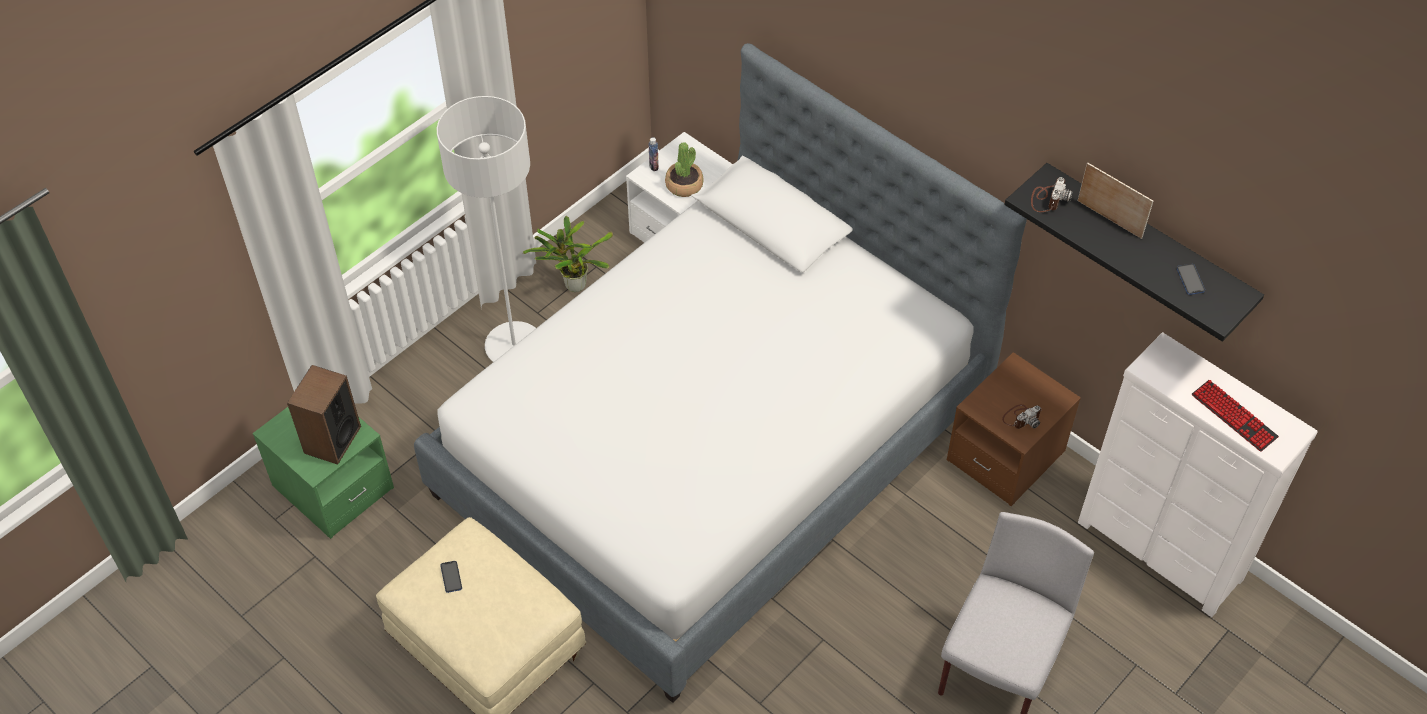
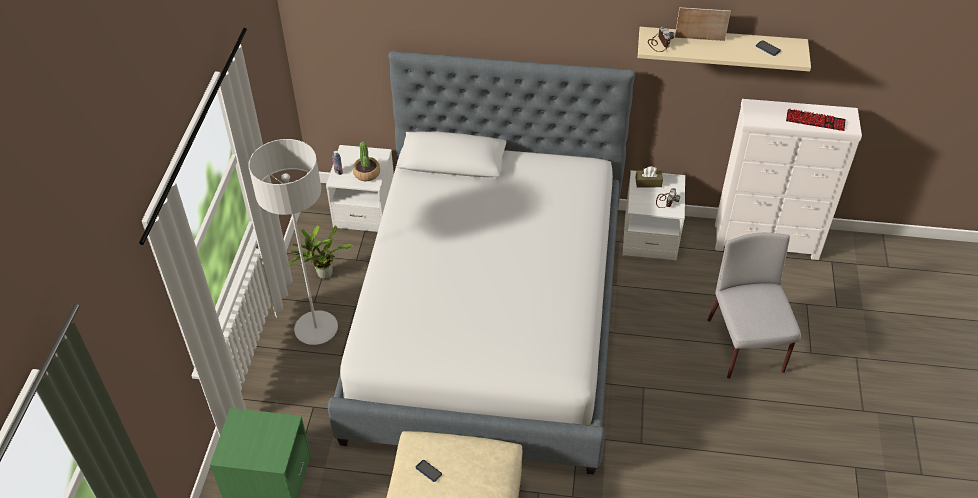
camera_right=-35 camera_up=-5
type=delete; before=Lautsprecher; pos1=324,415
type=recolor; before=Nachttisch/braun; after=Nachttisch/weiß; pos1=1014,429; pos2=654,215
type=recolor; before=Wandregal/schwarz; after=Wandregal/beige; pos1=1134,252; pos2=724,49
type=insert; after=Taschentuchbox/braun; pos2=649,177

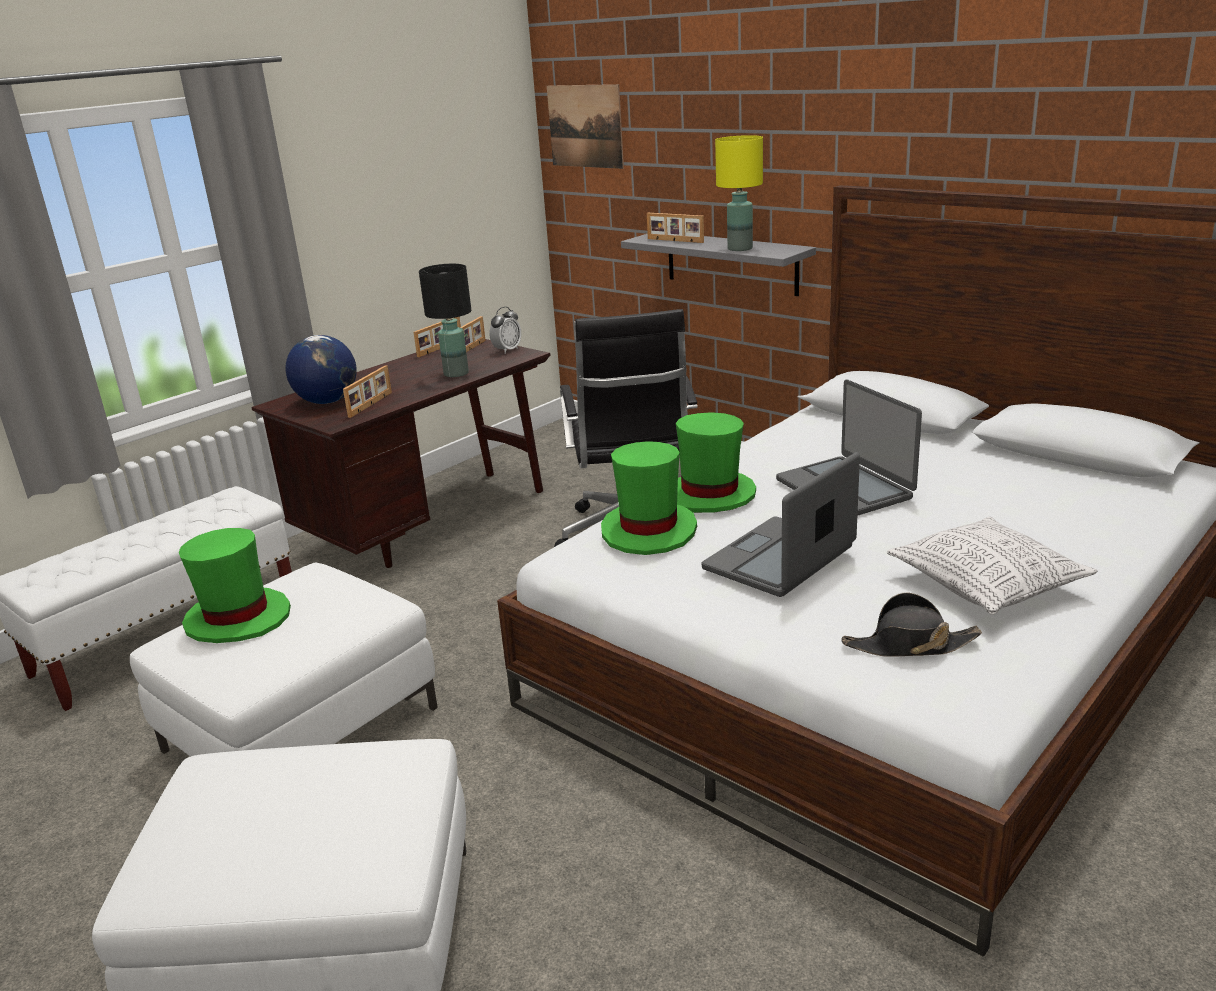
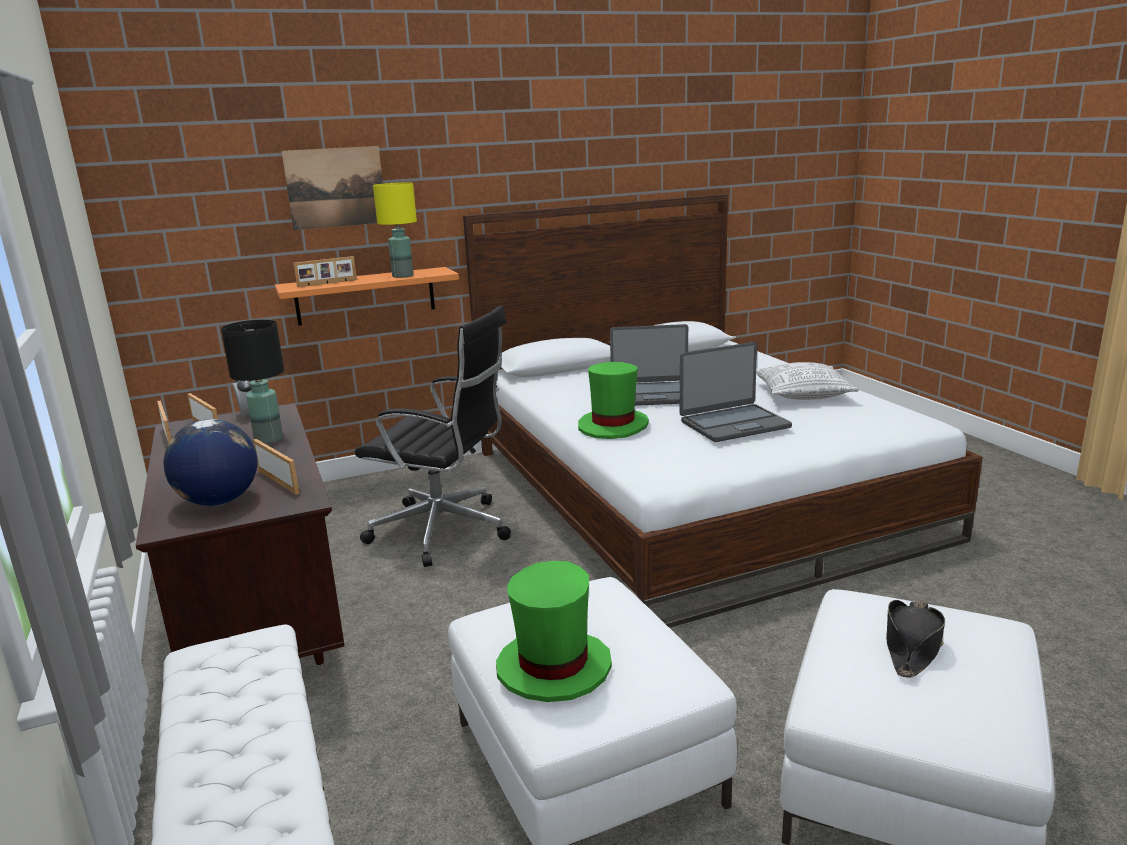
camera_right=-65 camera_up=-5
type=move; before=Bild; pos1=585,126; pos2=332,188
type=delete; before=Hut/grün; pos1=649,498
type=recolor; before=Wandregal/grau; after=Wandregal/orange; pos1=718,265; pos2=367,296
type=rotate; before=Laptop; pos1=781,524; pos2=736,392; turn=-90
type=move; before=Hut/schwarz; pos1=911,624; pos2=915,639

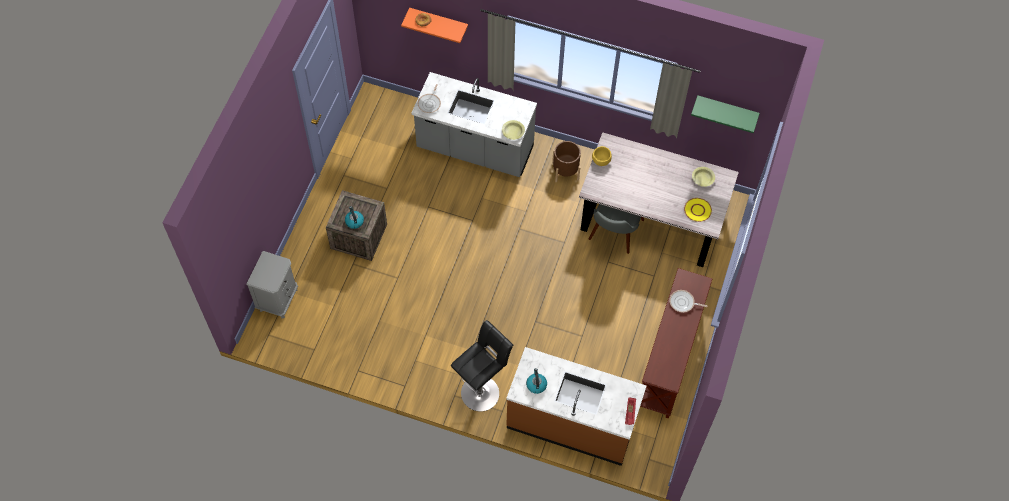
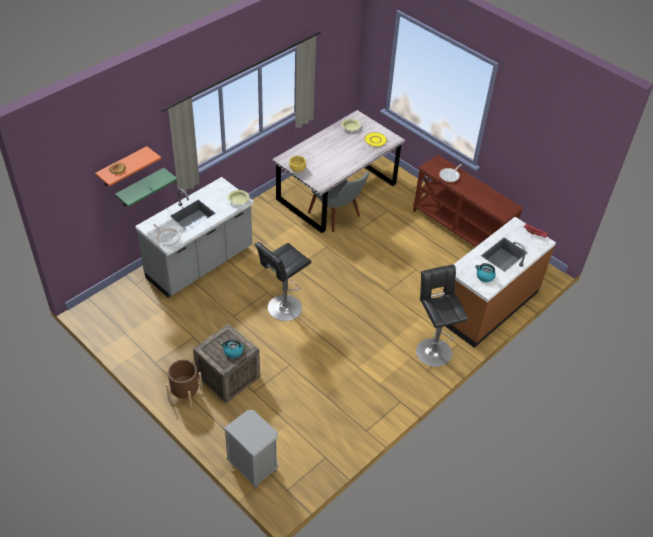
camera_right=-65 camera_up=-15
type=move; before=Pflanzkübel/braun; pos1=566,161; pos2=184,383
type=move; before=Wandregal/grün; pos1=725,114; pos2=146,187
type=insert; after=Hocker/schwarz; pos2=282,281

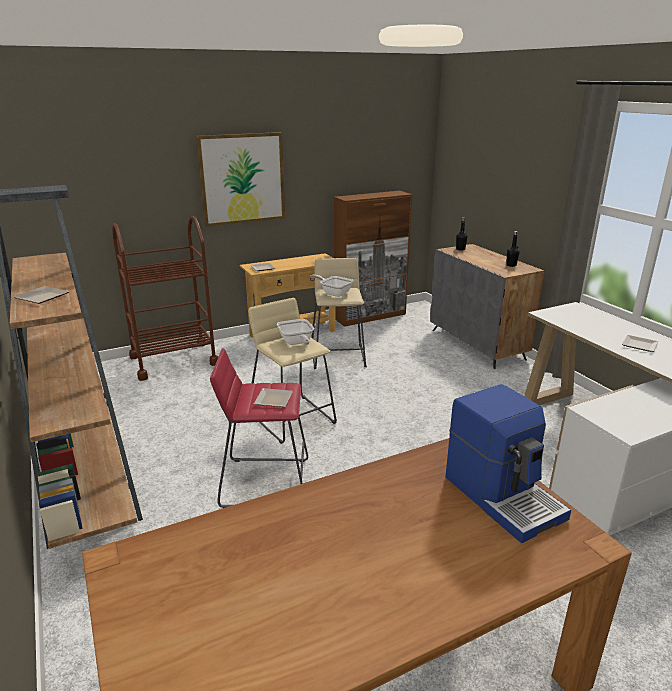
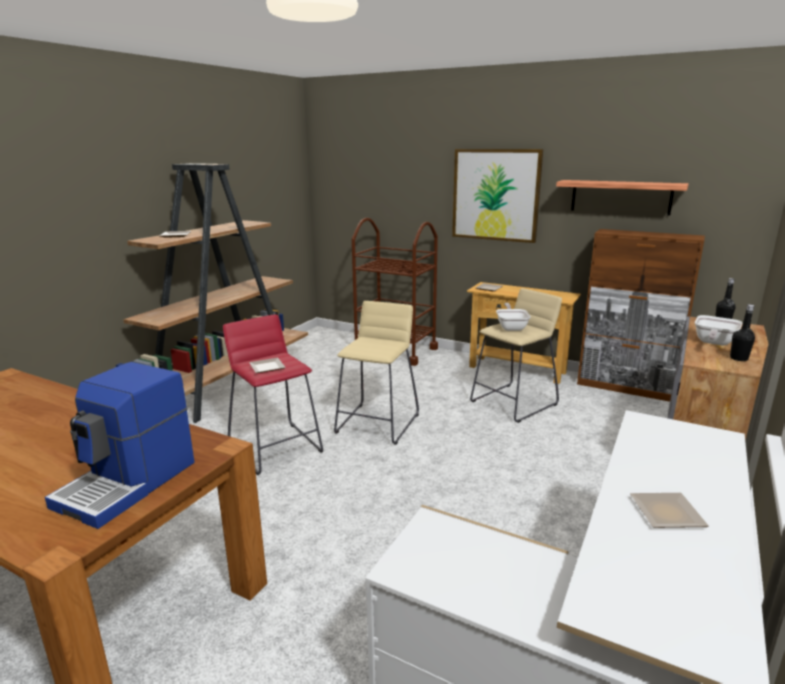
camera_right=55 camera_up=-5
type=move; before=Pfanne; pos1=295,332; pos2=718,330
type=insert; after=Wandregal; pos2=622,198

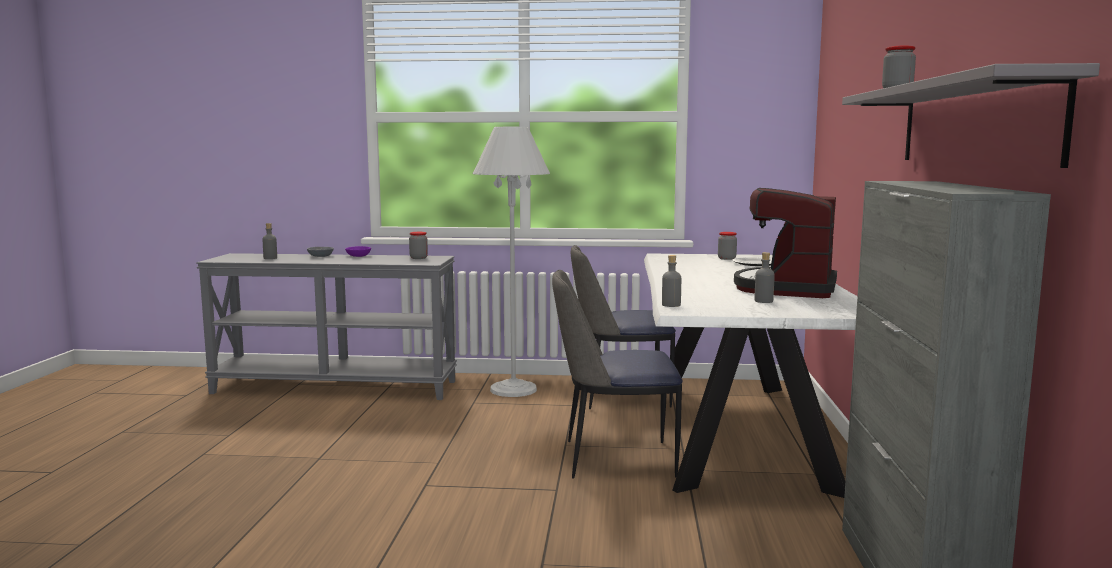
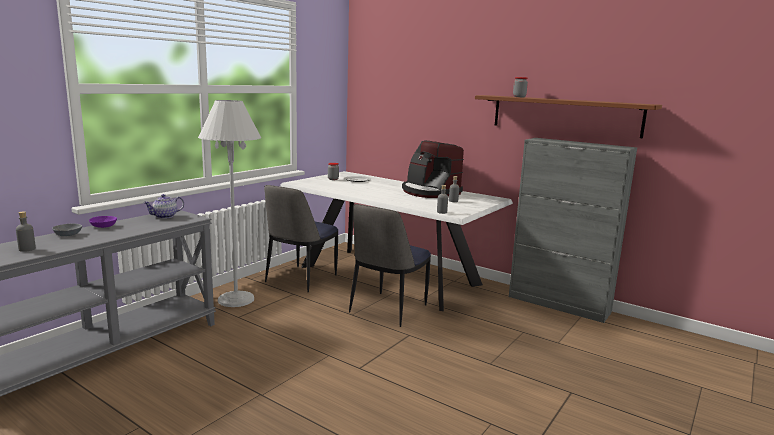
camera_right=-60 camera_up=5
type=replace; before=Vorratsglas; after=Teekanne; pos1=418,245; pos2=163,206
type=recolor; before=Wandregal/grau; after=Wandregal/braun; pos1=971,115; pos2=568,116

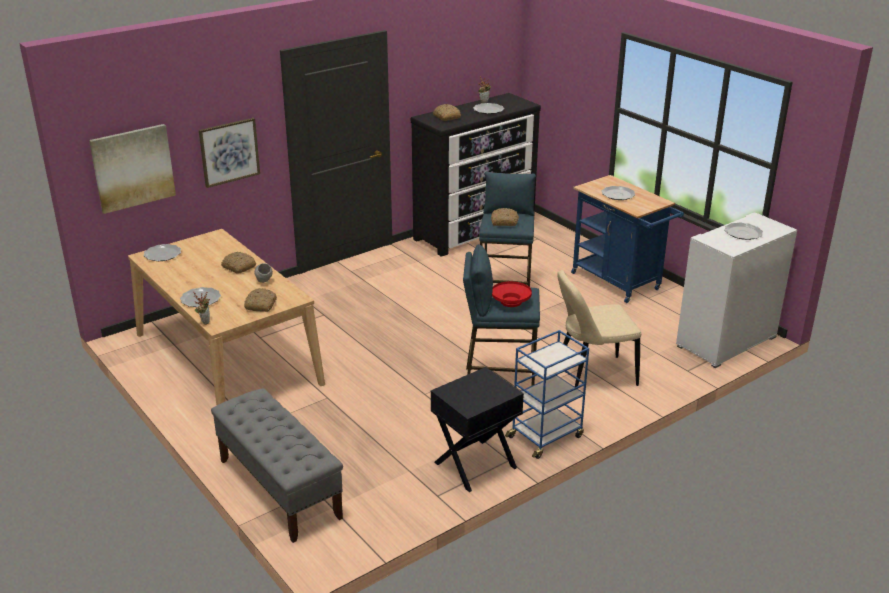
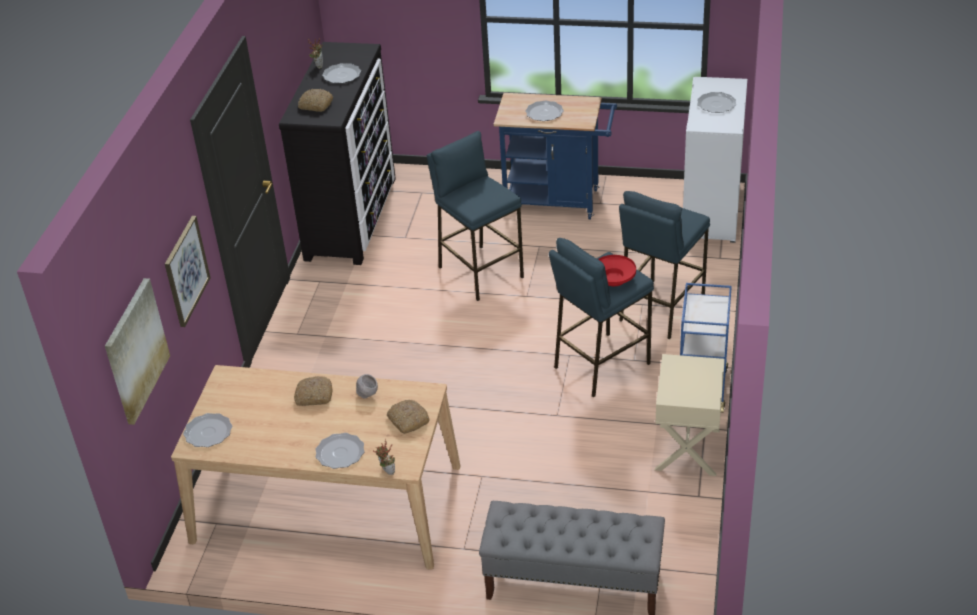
camera_right=-40 camera_up=10
type=recolor; before=Nachttisch/schwarz; after=Nachttisch/beige; pos1=477,429; pos2=690,415
type=delete; before=Brot; pos1=505,217
type=replace; before=Stuhl/beige; after=Hocker/blau; pos1=599,328; pos2=664,265

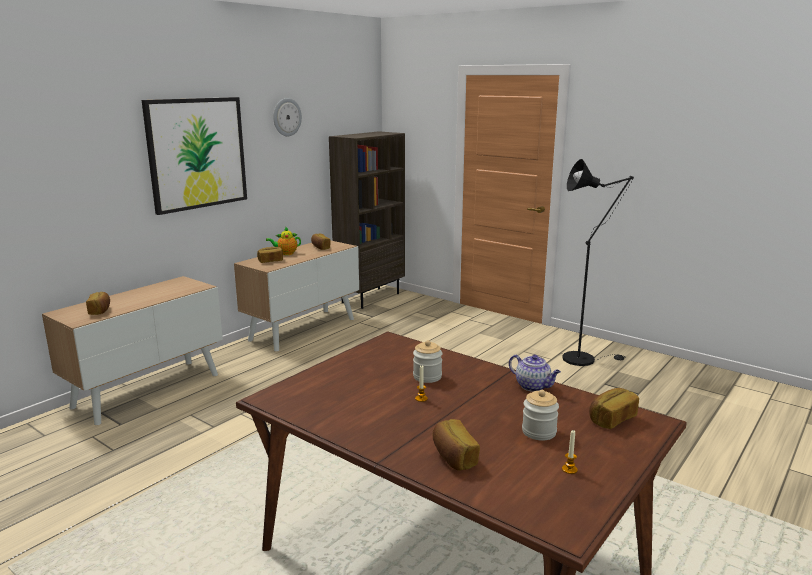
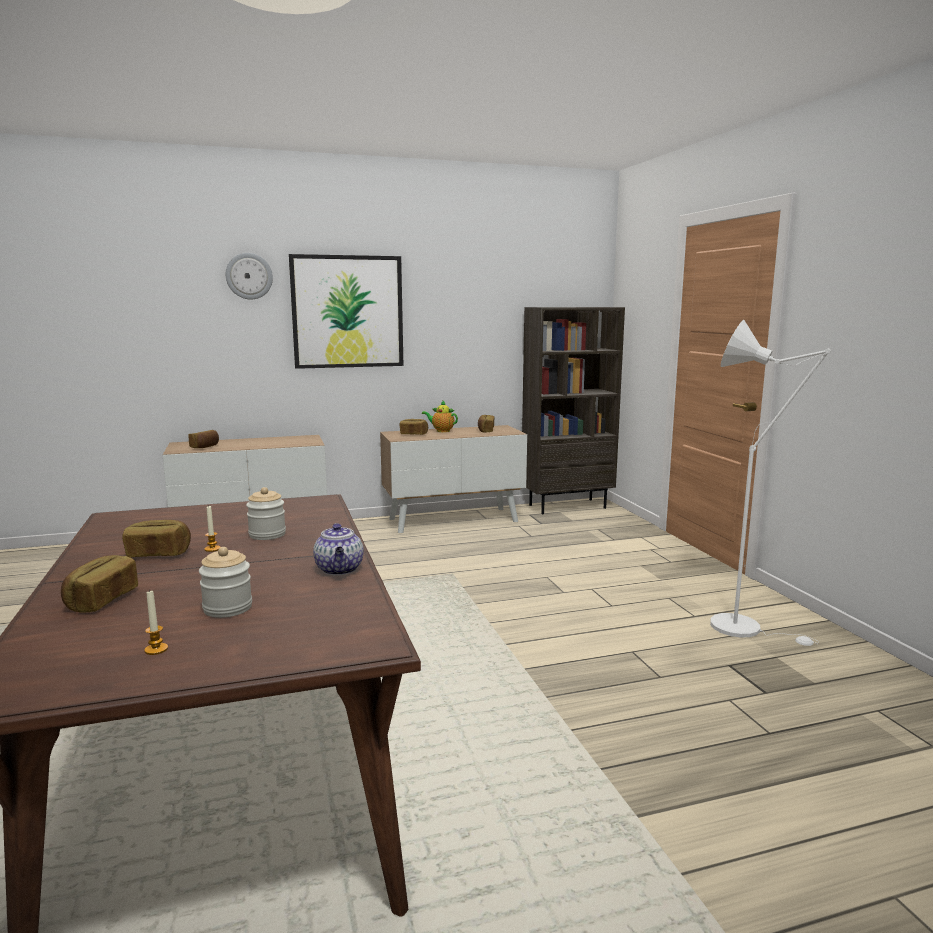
camera_right=35 camera_up=-5
type=move; before=Wanduhr; pos1=287,117; pos2=249,276
type=recolor; before=Stehlampe/schwarz; after=Stehlampe/weiß; pos1=598,262; pos2=770,483
type=move; before=Brot; pos1=614,408; pos2=156,539

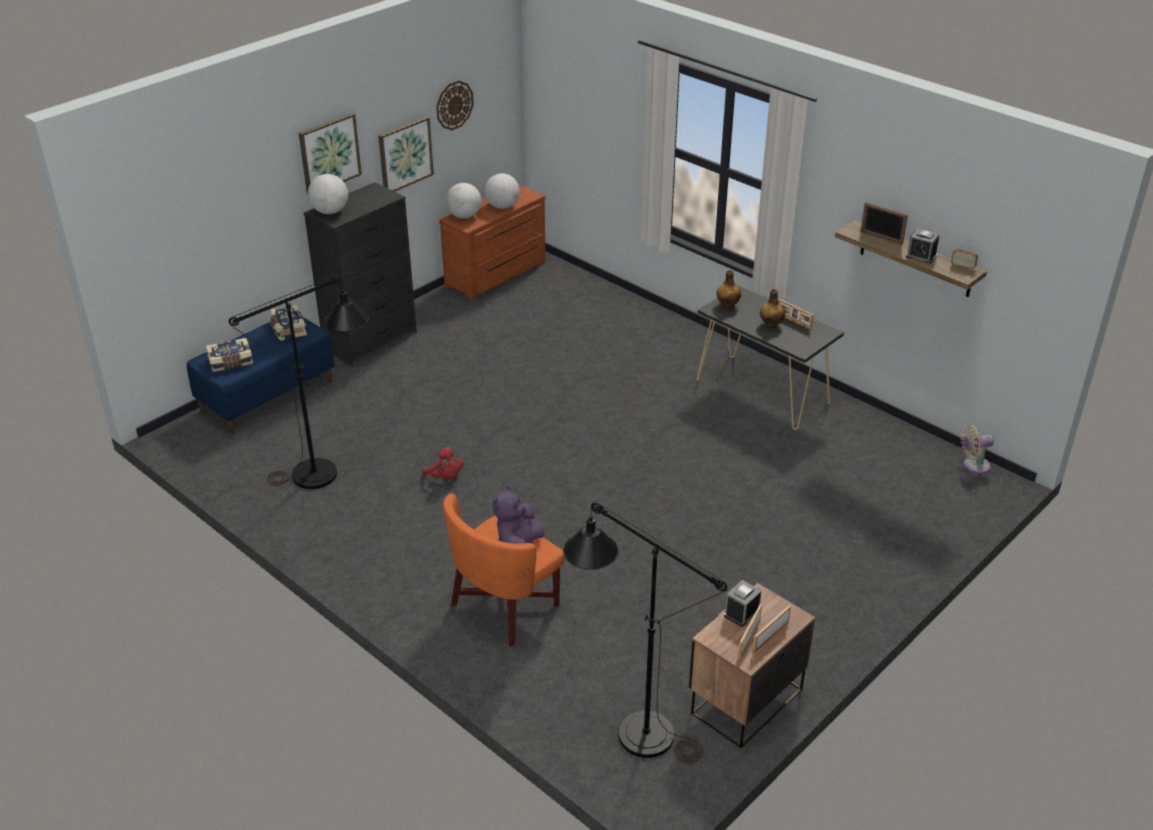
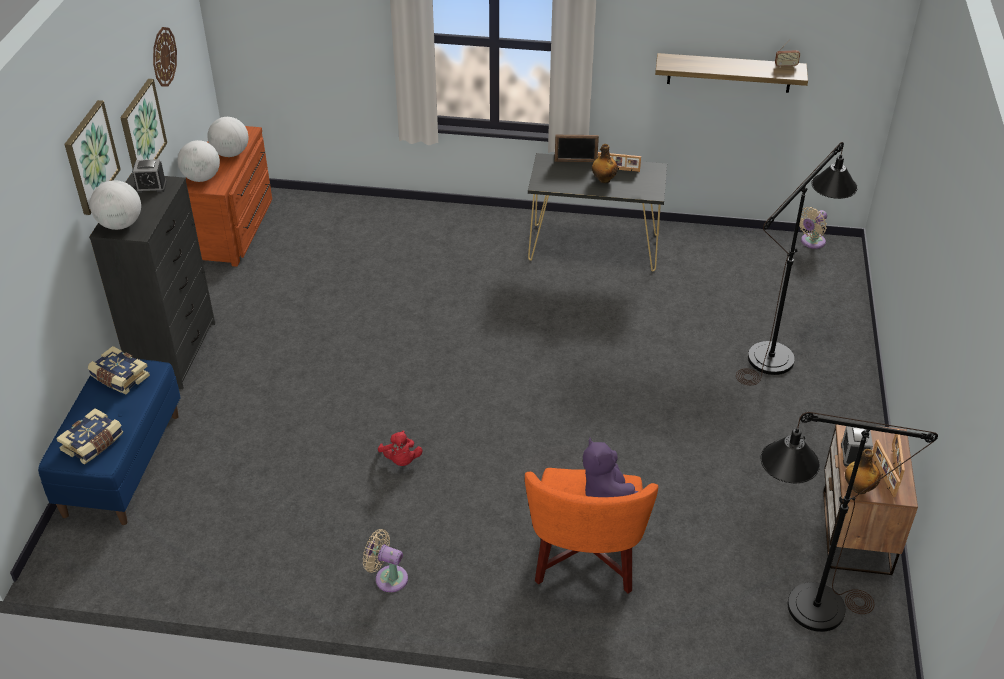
camera_right=-35 camera_up=5
type=move; before=Stehlampe/schwarz; pos1=299,382; pos2=797,263
type=rotate; before=Plüschtier/rot; pos1=443,462; pos2=400,448; turn=60
type=move; before=Flasche; pos1=729,289; pos2=862,471
type=move; before=Bilderrahmen; pos1=884,223; pos2=577,148
type=move; before=Wecker; pos1=922,246; pos2=149,176
type=insert; after=Ventilator/beige; pos2=385,560

